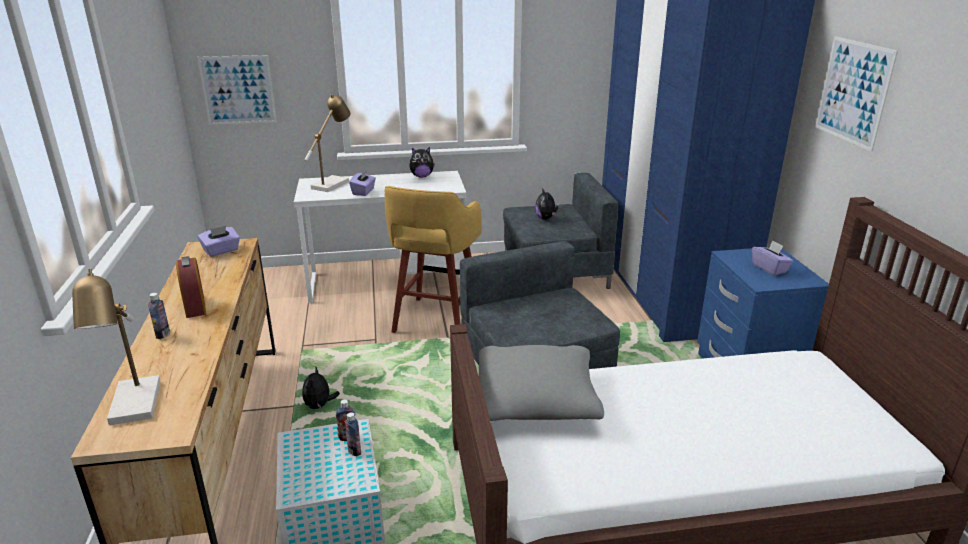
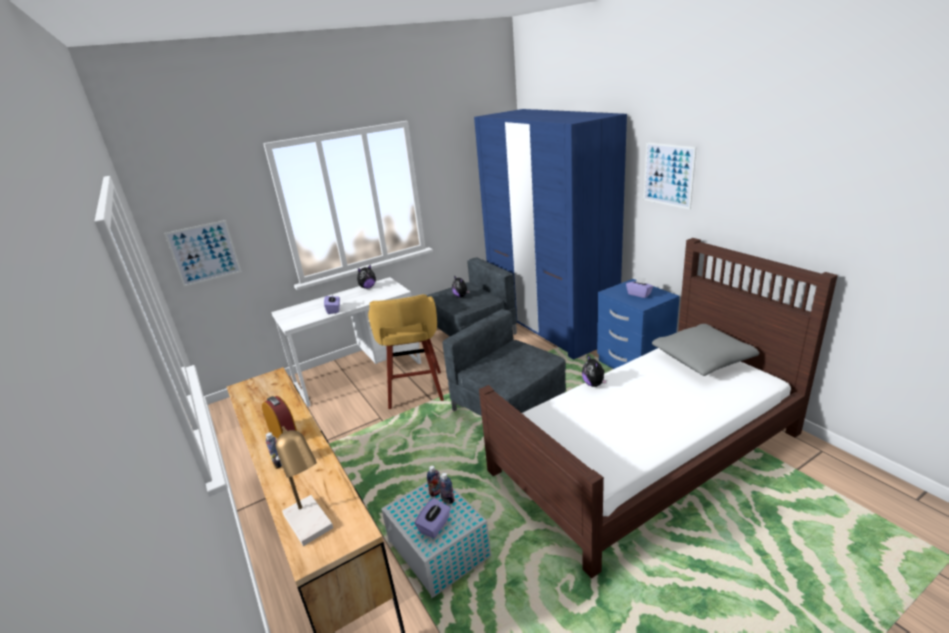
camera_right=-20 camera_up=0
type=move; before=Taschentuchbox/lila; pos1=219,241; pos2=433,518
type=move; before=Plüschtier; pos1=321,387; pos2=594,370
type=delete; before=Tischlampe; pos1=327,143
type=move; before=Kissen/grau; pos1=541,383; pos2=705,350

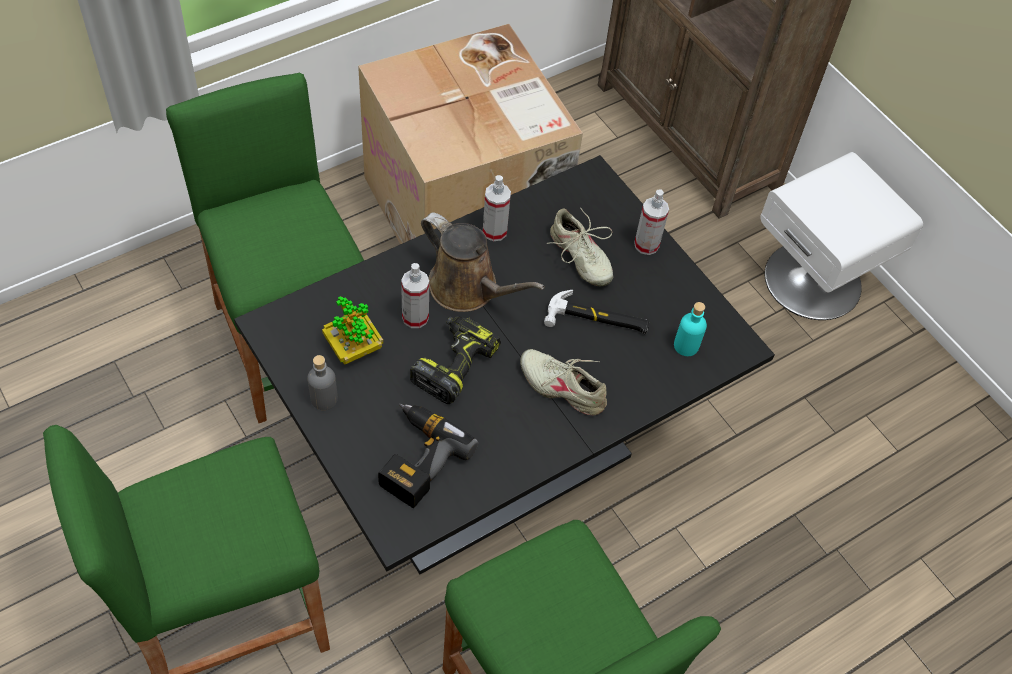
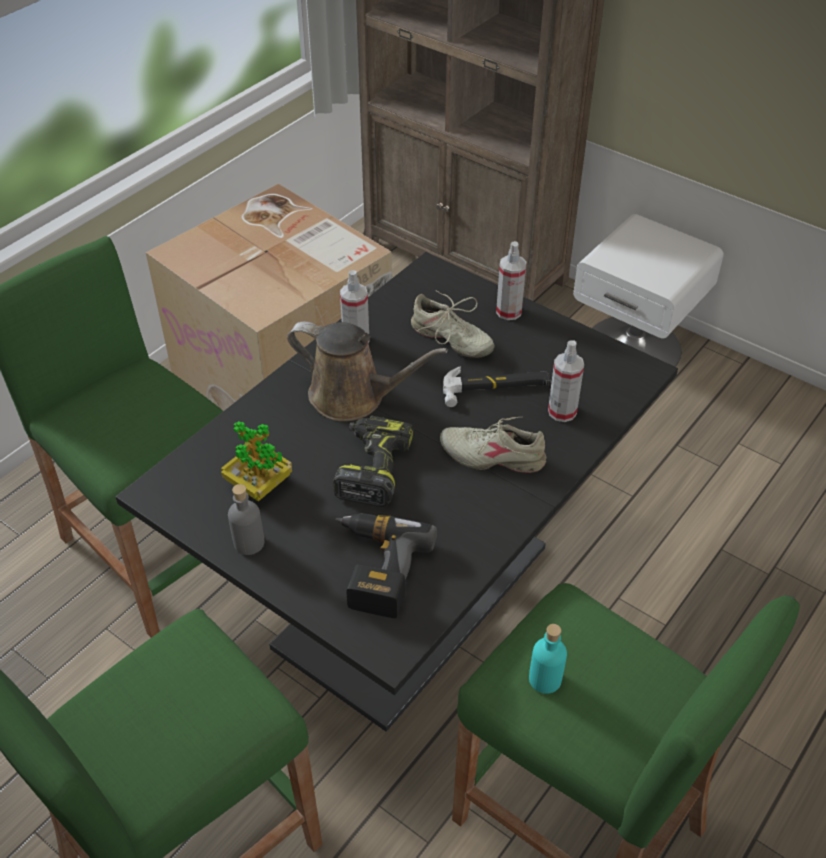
camera_right=-15 camera_up=-10
type=move; before=Sprühflasche; pos1=415,295; pos2=566,381
type=move; before=Flasche/türkis; pos1=690,329; pos2=548,659

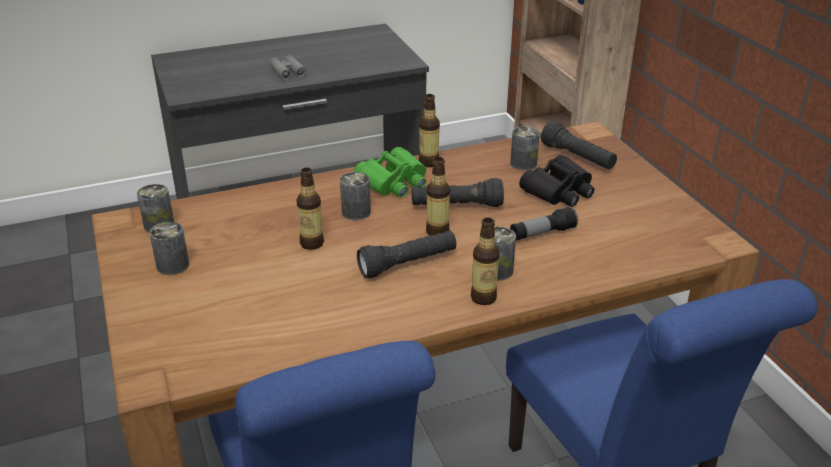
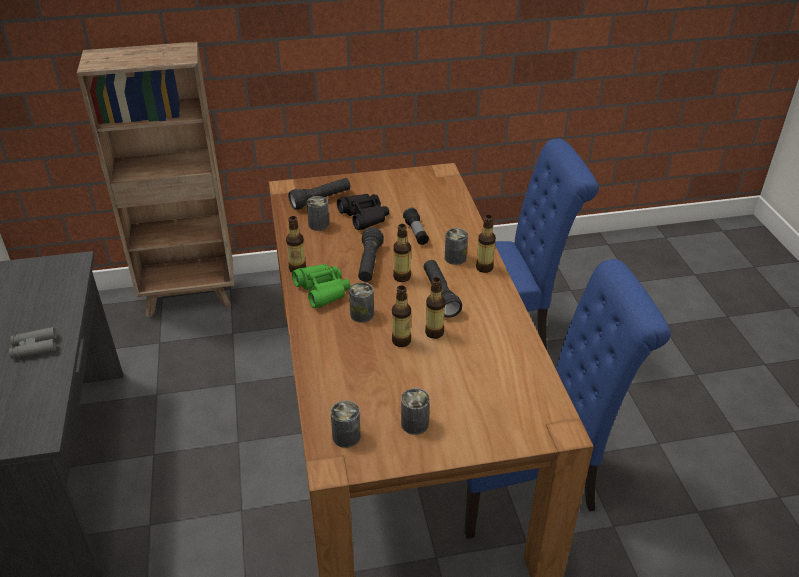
camera_right=-80 camera_up=5
type=insert; after=Flasche; pos2=435,308

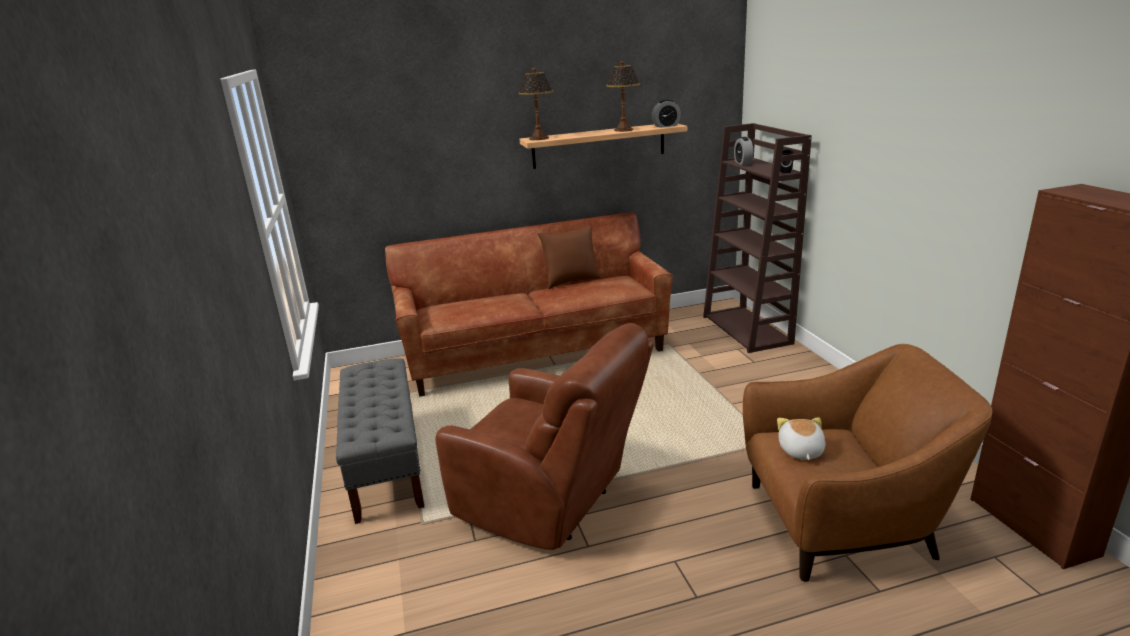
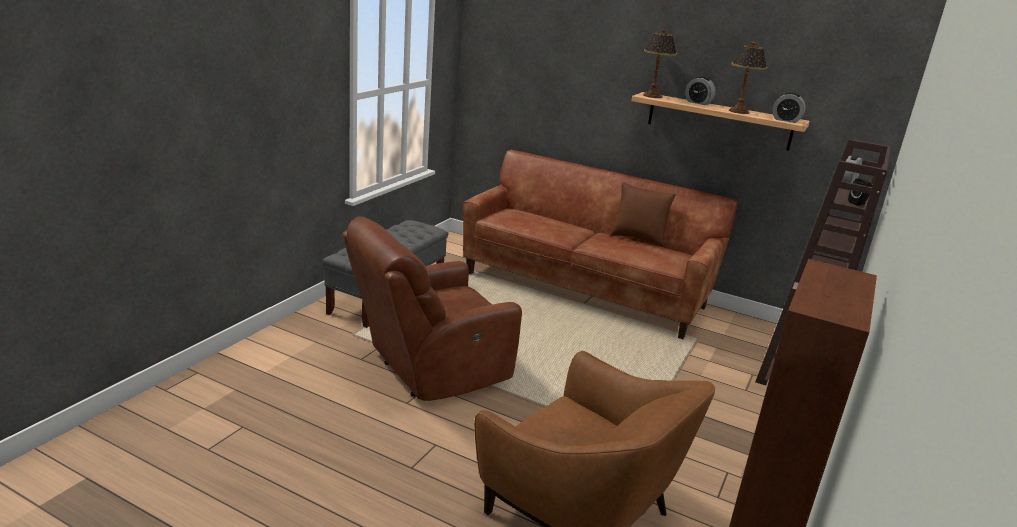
camera_right=40 camera_up=0
type=rotate; before=Sessel/braun; pos1=544,436; pos2=432,309; turn=75
type=delete; before=Plüschtier; pos1=801,438
type=insert; after=Wecker; pos2=700,90

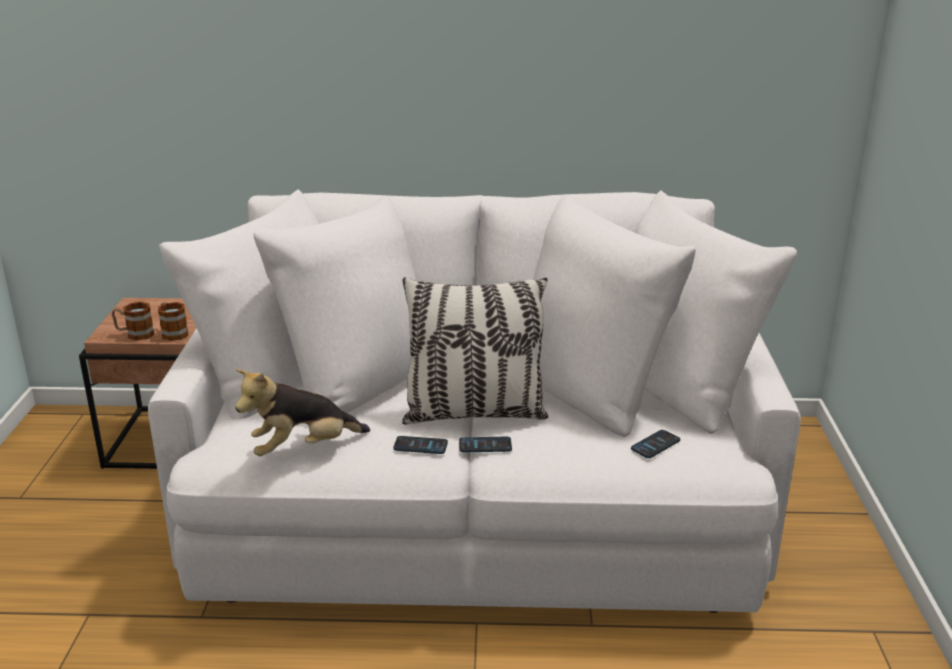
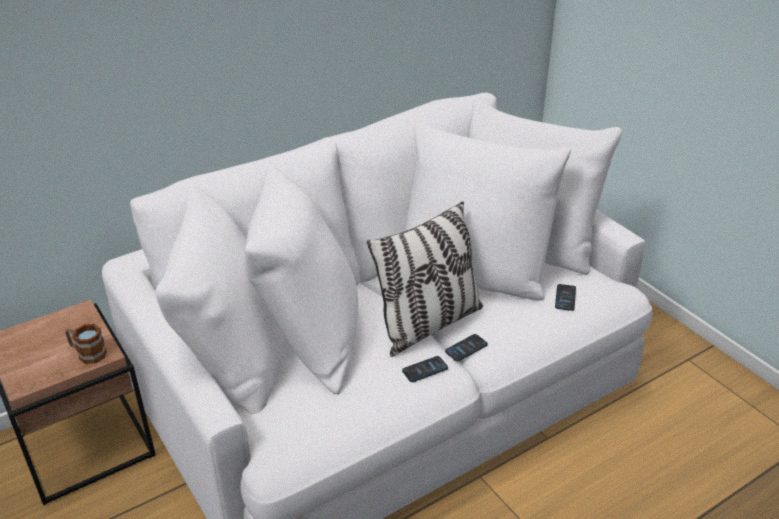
camera_right=-35 camera_up=10
type=delete; before=Henkelbecher; pos1=133,321
type=delete; before=Plüschtier; pos1=302,412

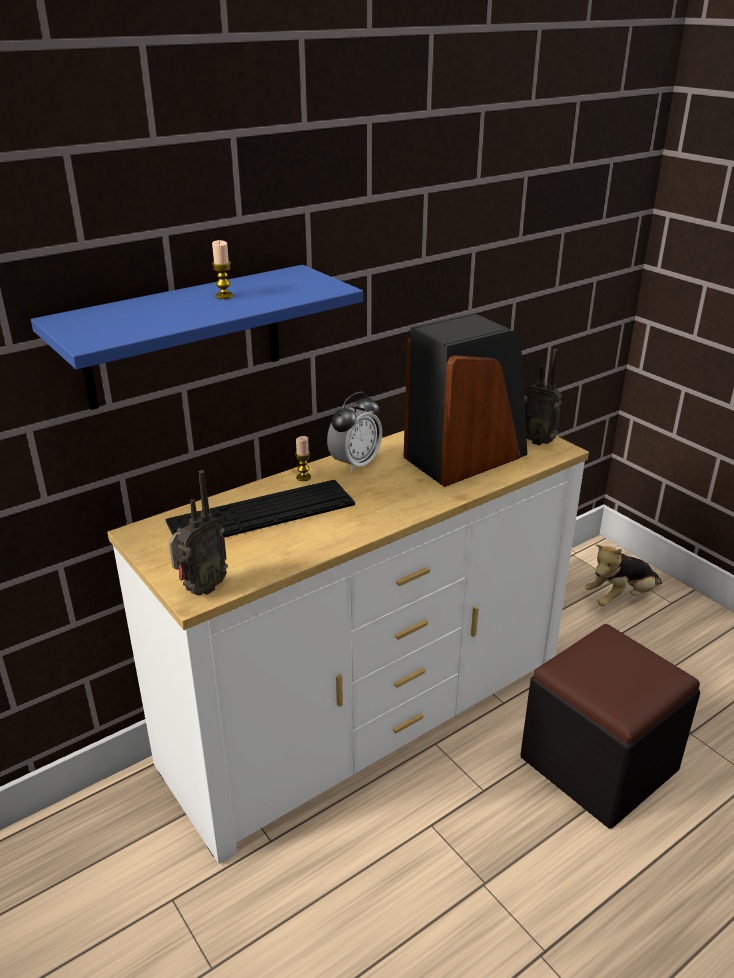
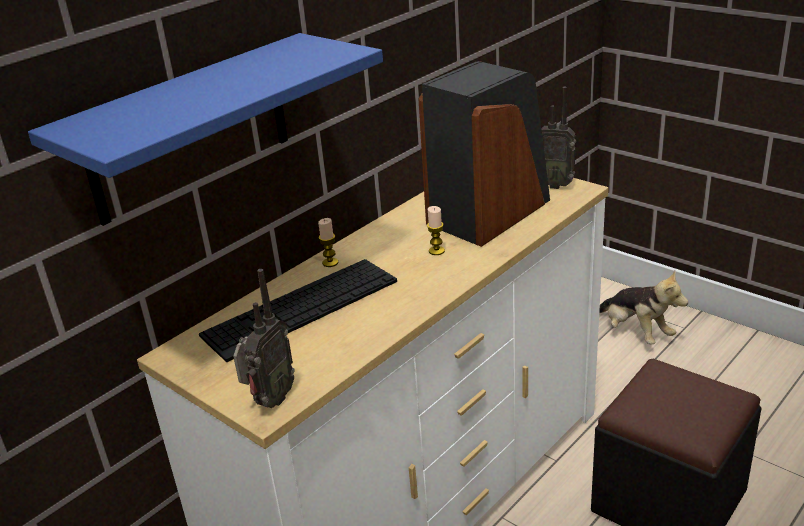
camera_right=-10 camera_up=0
type=move; before=Kerze; pos1=222,269; pos2=436,230
type=delete; before=Wecker; pos1=354,432
type=rotate; before=Plüschtier; pos1=623,575; pos2=643,307; turn=-90

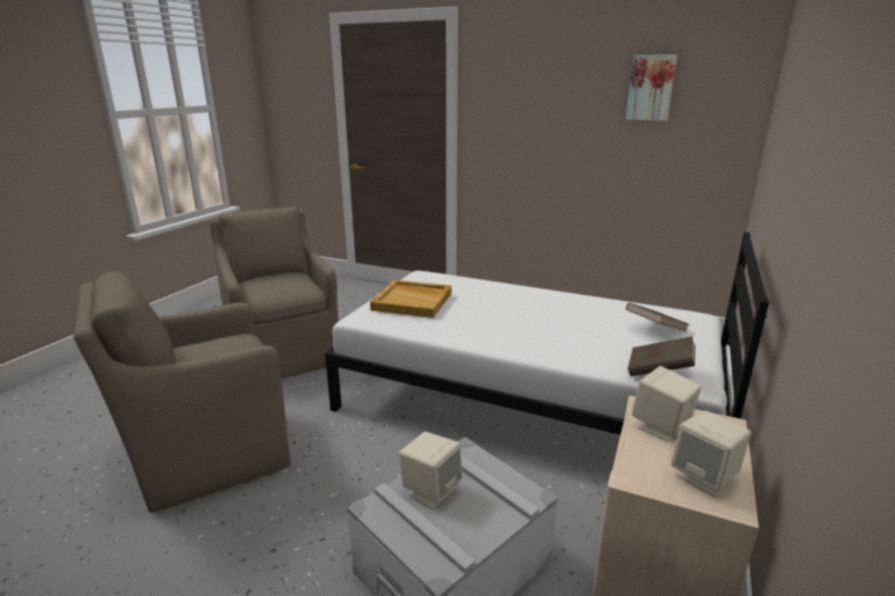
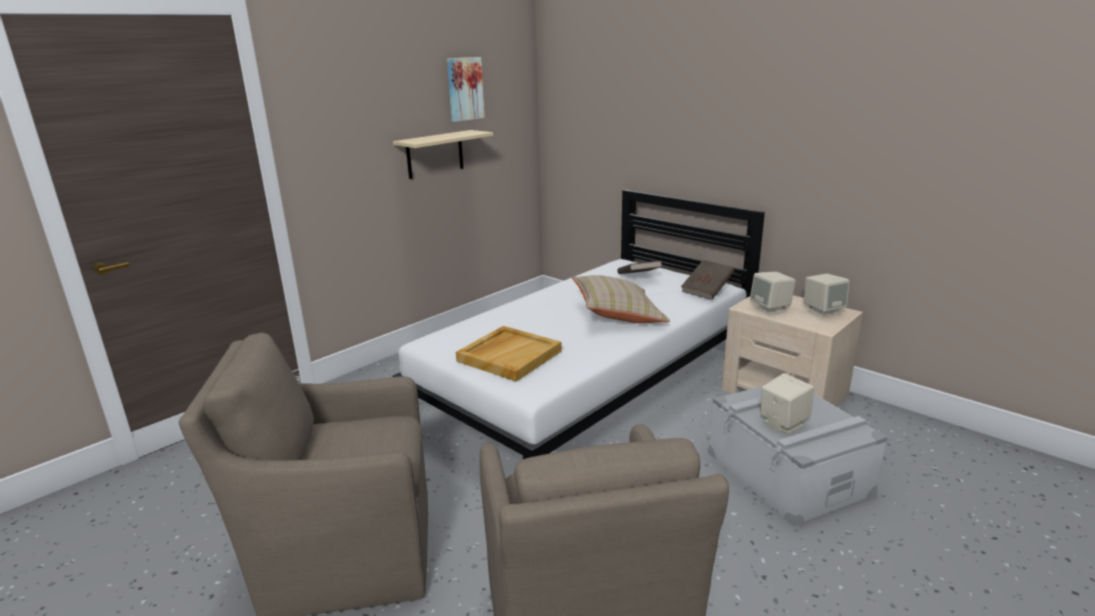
camera_right=-70 camera_up=0
type=insert; after=Wandregal/beige; pos2=443,154
type=insert; after=Kissen/beige; pos2=621,299

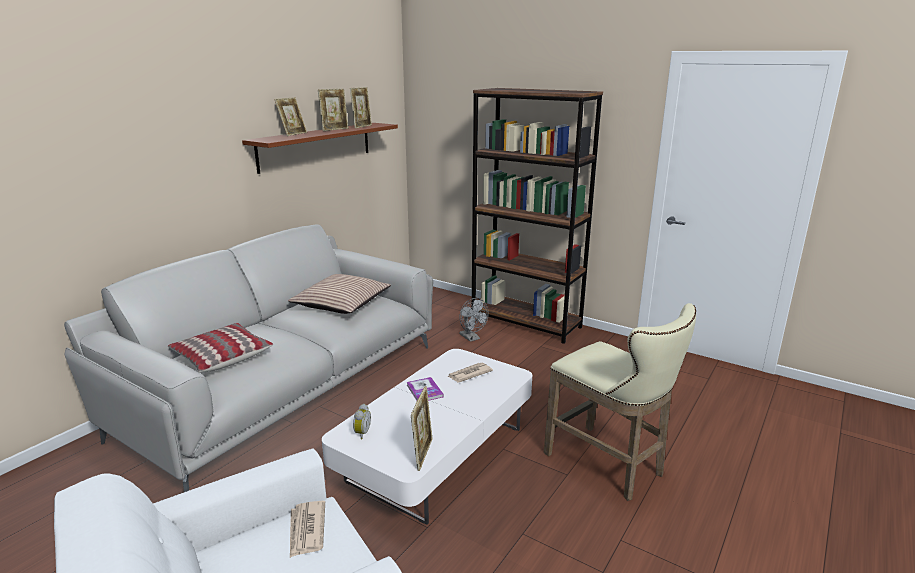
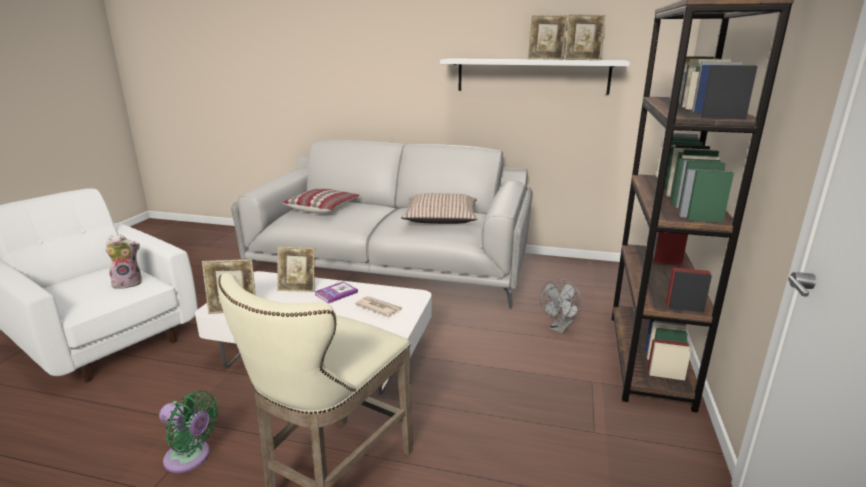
camera_right=70 camera_up=0
type=recolor; before=Wandregal/braun; after=Wandregal/weiß; pos1=320,148; pos2=535,76
type=move; before=Bilderrahmen; pos1=290,117; pos2=296,269
type=replace; before=Zeitung; after=Plüschtier; pos1=307,529; pos2=123,262
type=delete; before=Wecker; pos1=362,422
type=insert; after=Ventilator/grün; pos2=188,432

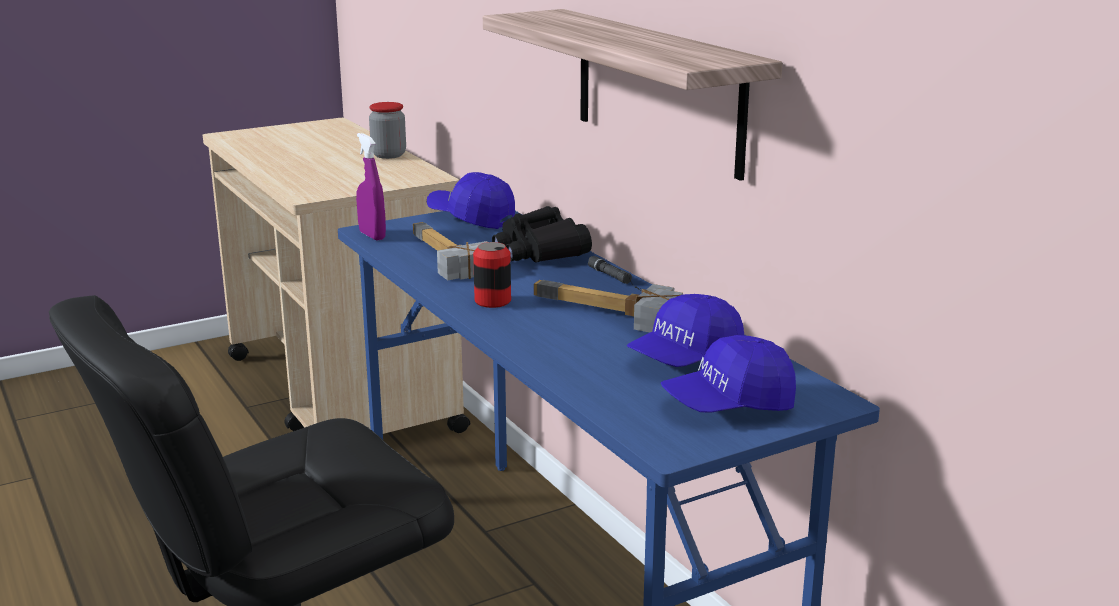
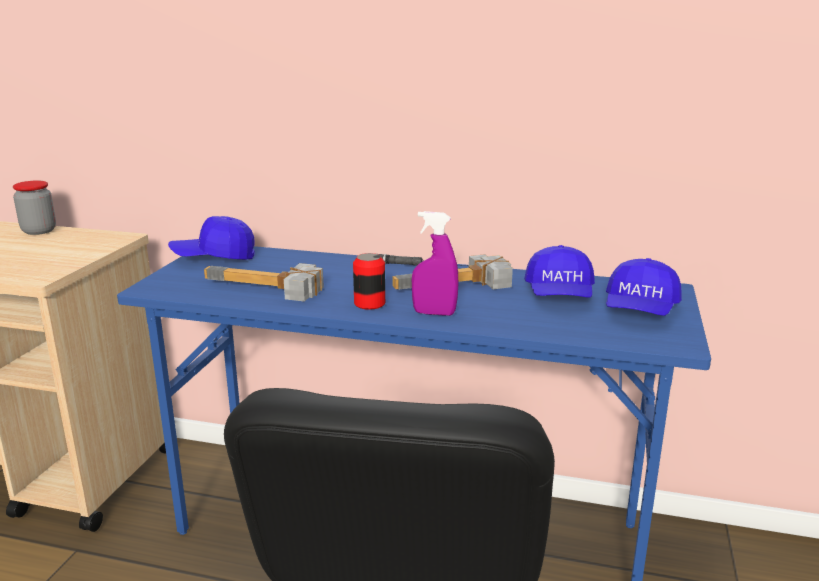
camera_right=-45 camera_up=0
type=move; before=Sprühflasche/lila; pos1=371,187; pos2=435,263
type=delete; before=Wandregal; pos1=632,95
type=delete; before=Fernglas/schwarz; pos1=542,234

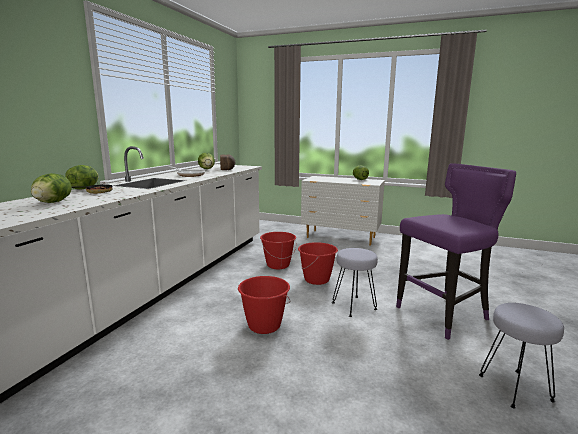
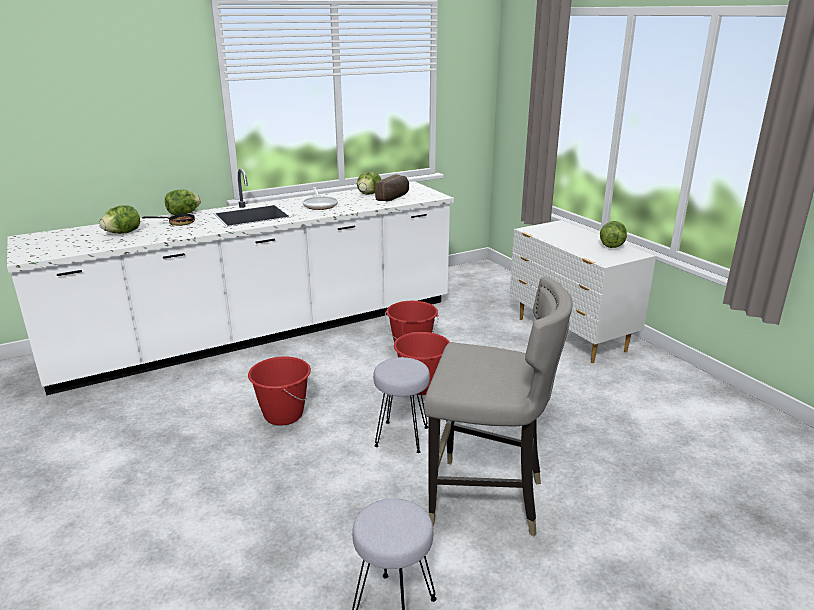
camera_right=40 camera_up=10
type=recolor; before=Hocker/lila; after=Hocker/grau; pos1=456,251; pos2=498,406

